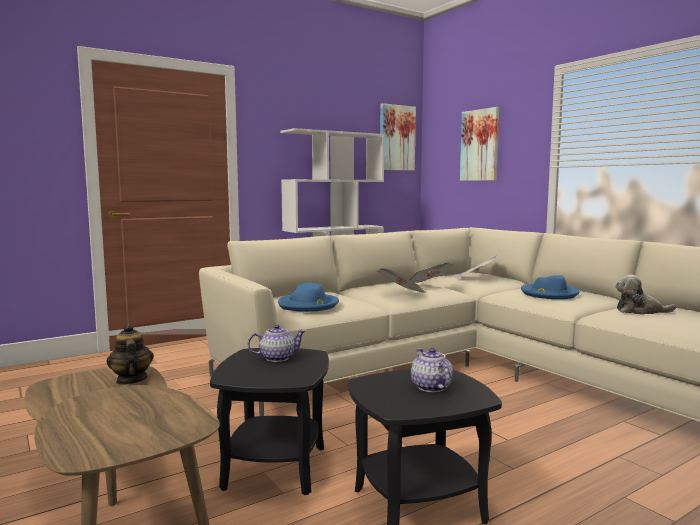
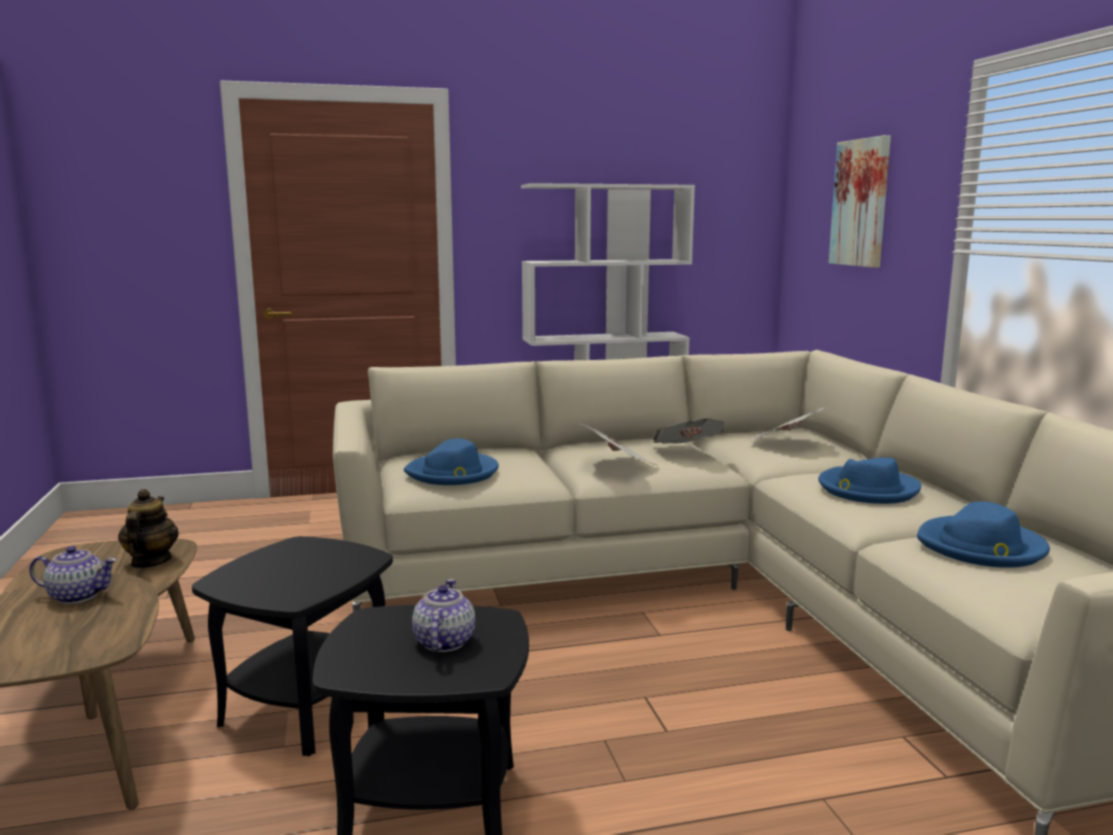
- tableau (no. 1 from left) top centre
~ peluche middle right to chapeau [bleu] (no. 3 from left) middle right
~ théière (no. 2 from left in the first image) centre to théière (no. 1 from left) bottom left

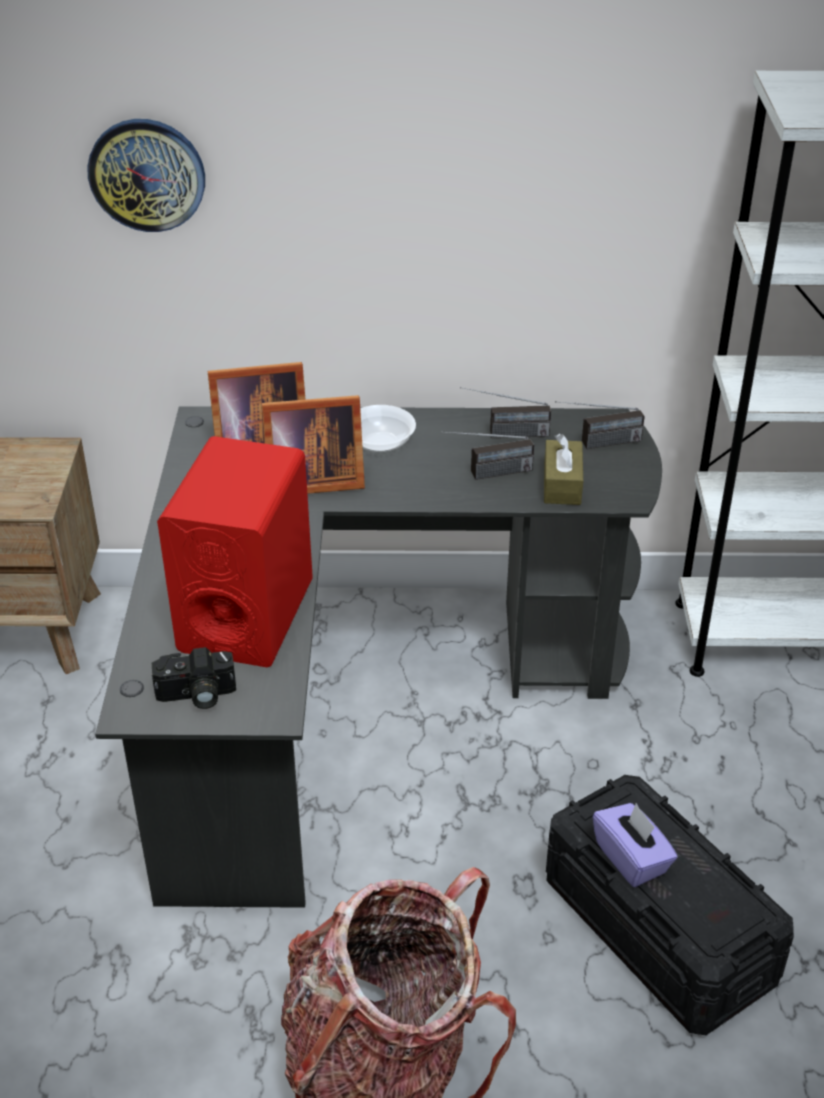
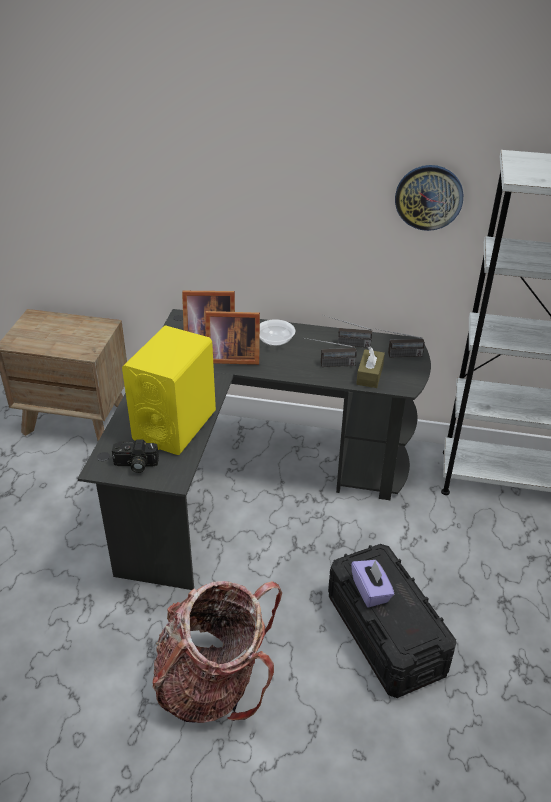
~ horloge murale top left to top right
~ enceinte [rouge] middle left to enceinte [jaune] middle left

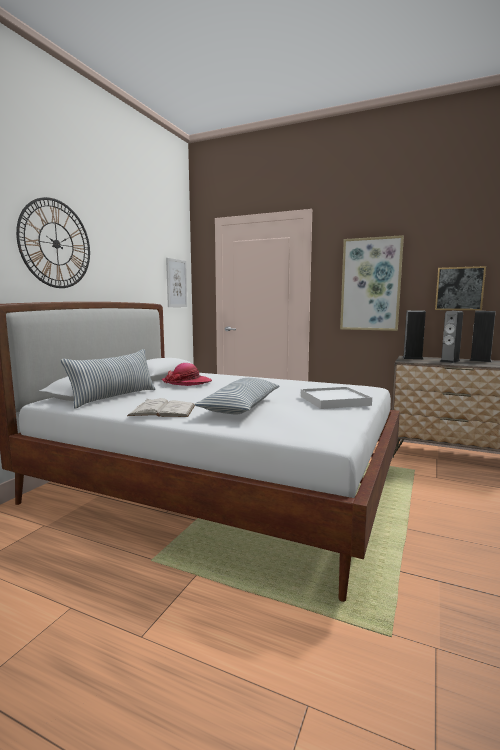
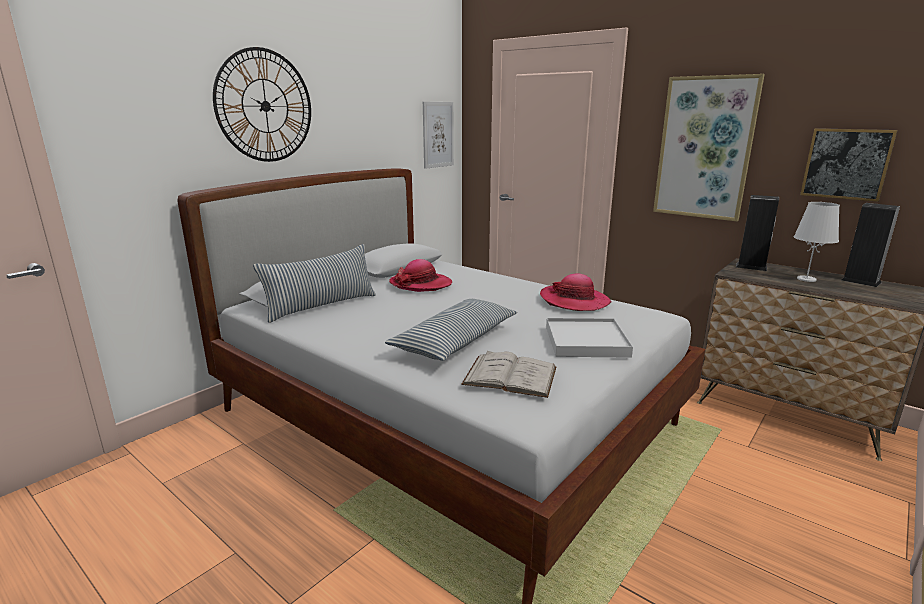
~ enceinte (no. 2 from left) middle right to lampe de table [blanc] middle right
~ livre [blanc] middle left to centre
+ chapeau (no. 2 from left) centre

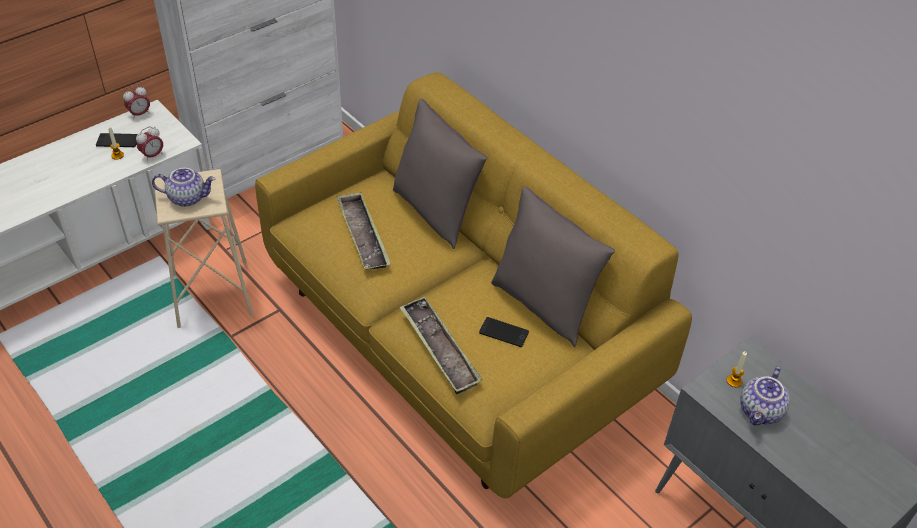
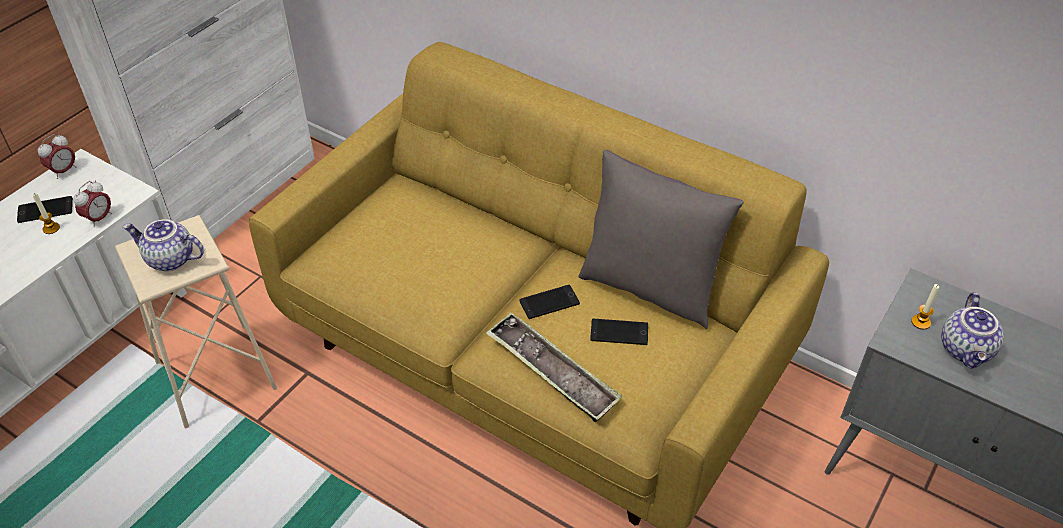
- coussin [gris] (no. 1 from left) top centre
~ théière (no. 1 from left) middle left = middle left 150 degrees counterclockwise
- plateau (no. 1 from left) centre
+ téléphone (no. 2 from left) centre

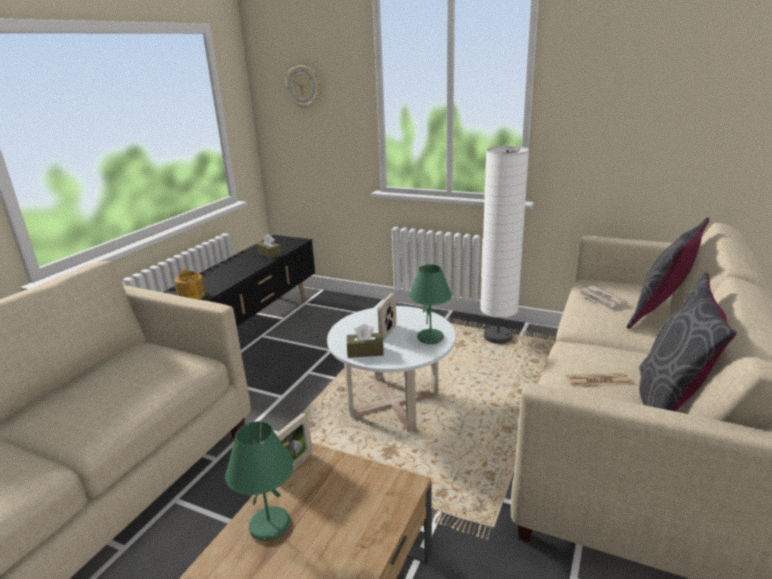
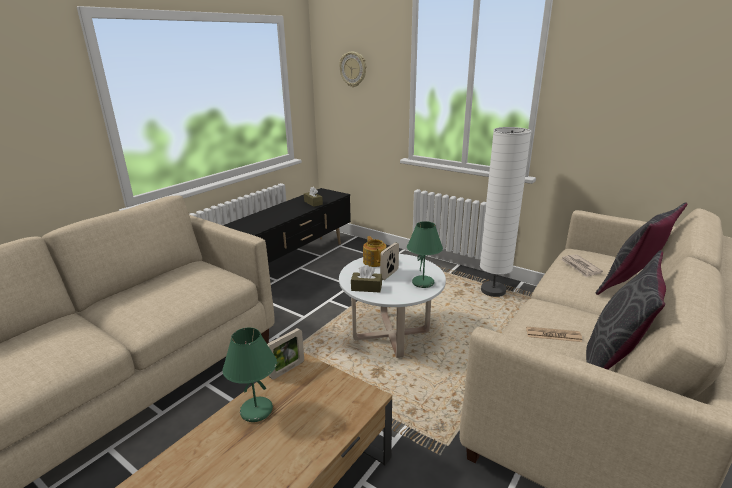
~ théière middle left to centre

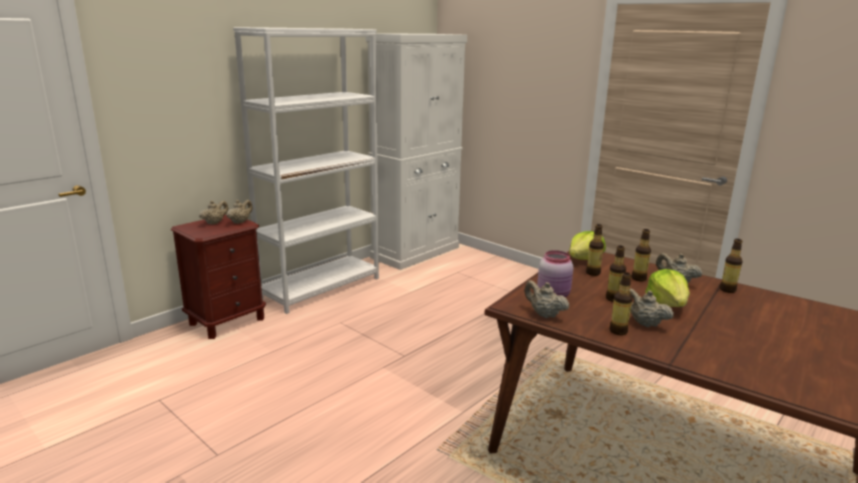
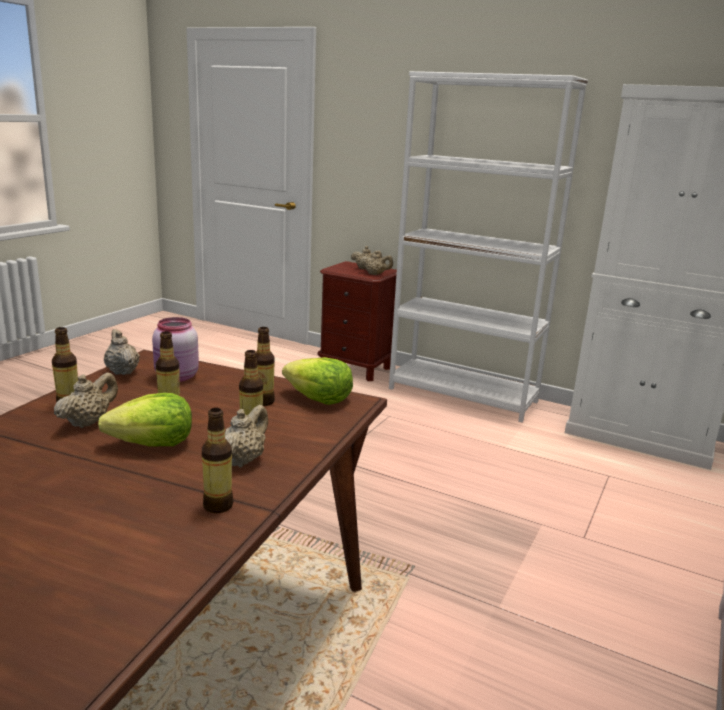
~ théière [beige] (no. 3 from left in the first image) centre = middle left 60 degrees counterclockwise

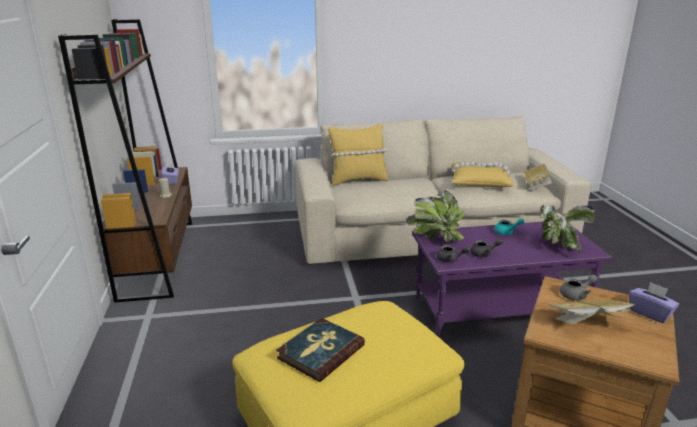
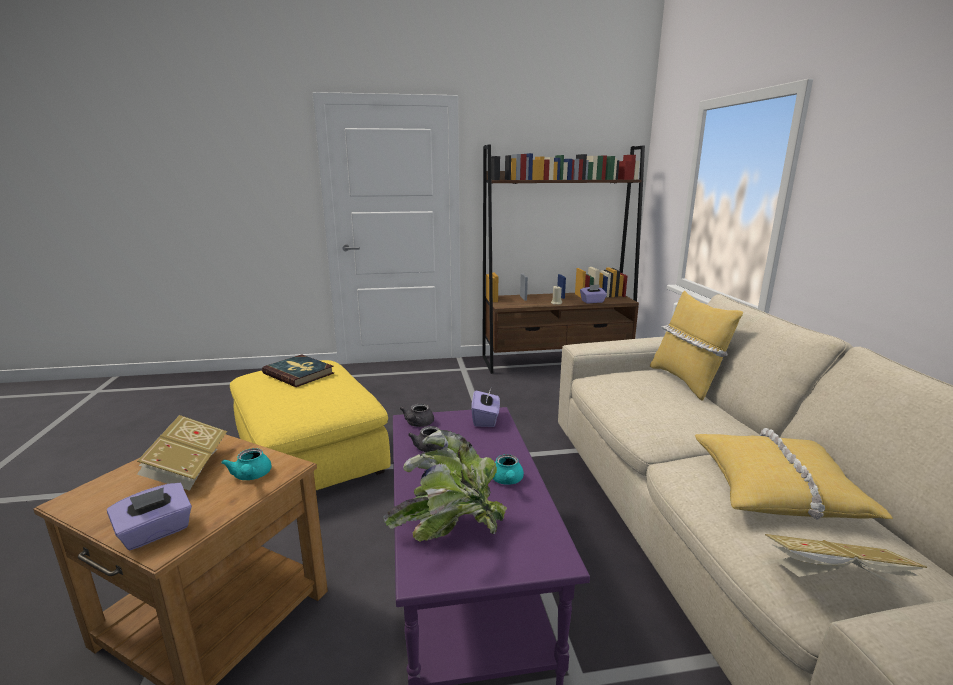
~ plante en pot (no. 1 from left) centre to boîte à mouchoirs [violet] (no. 2 from left) centre
~ théière [gris] (no. 3 from left) bottom right to théière [turquoise] (no. 1 from left) bottom left

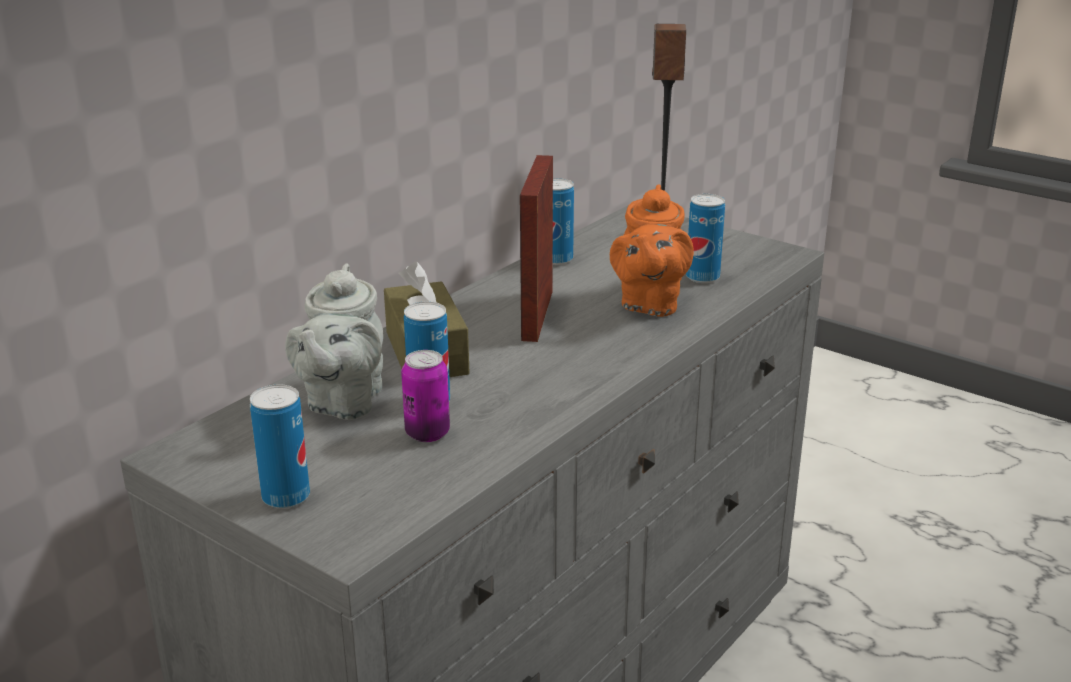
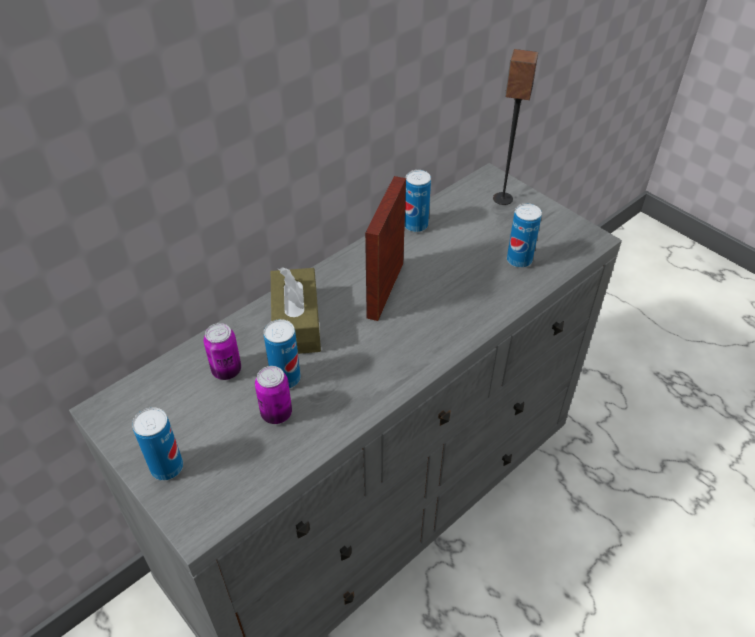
- théière [orange] centre
~ théière [gris] middle left to boîte métallique (no. 2 from left) middle left

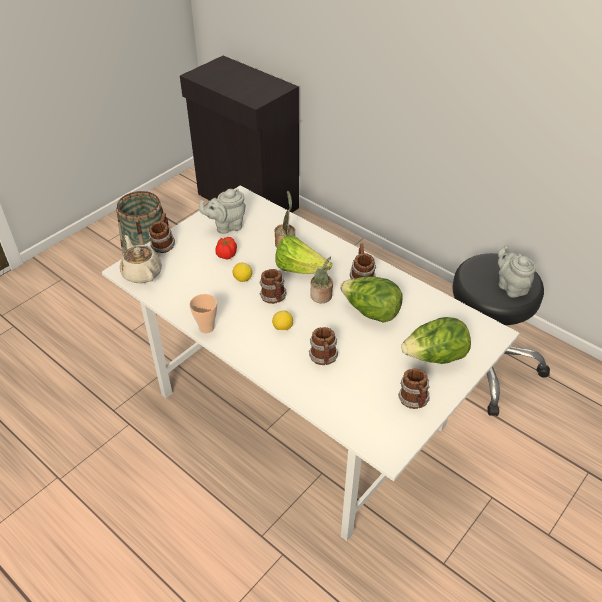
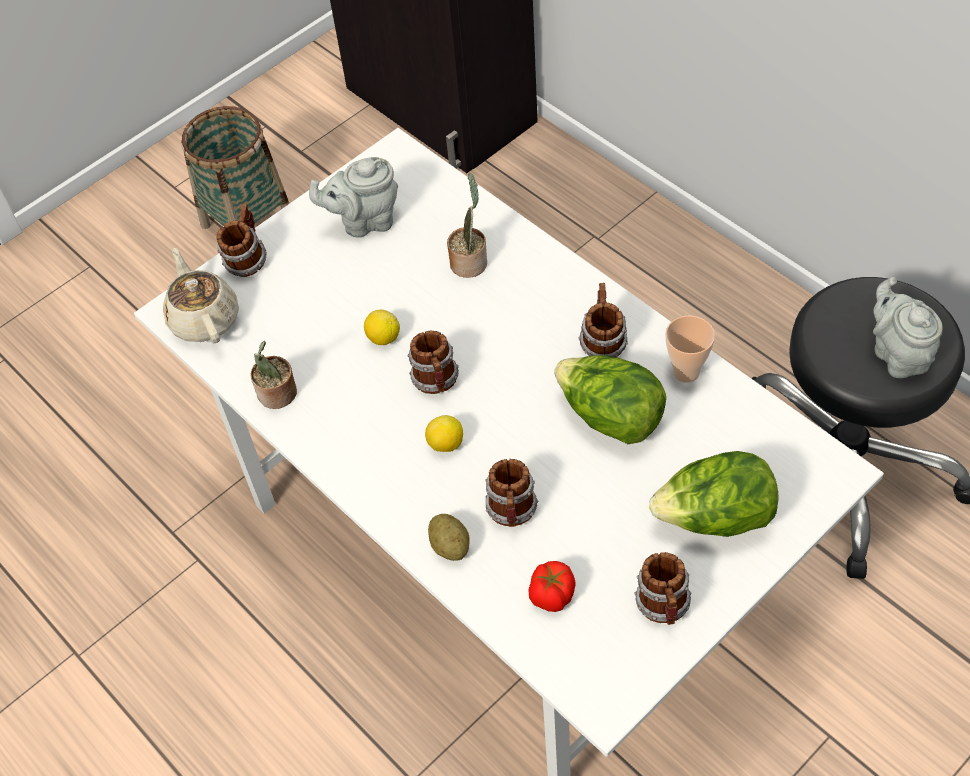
- laitue (no. 1 from left) centre
~ tomate centre to bottom centre
~ plante en pot (no. 2 from left in the first image) centre to plante en pot (no. 1 from left) middle left
~ tasse centre to middle right
+ pomme de terre bottom centre

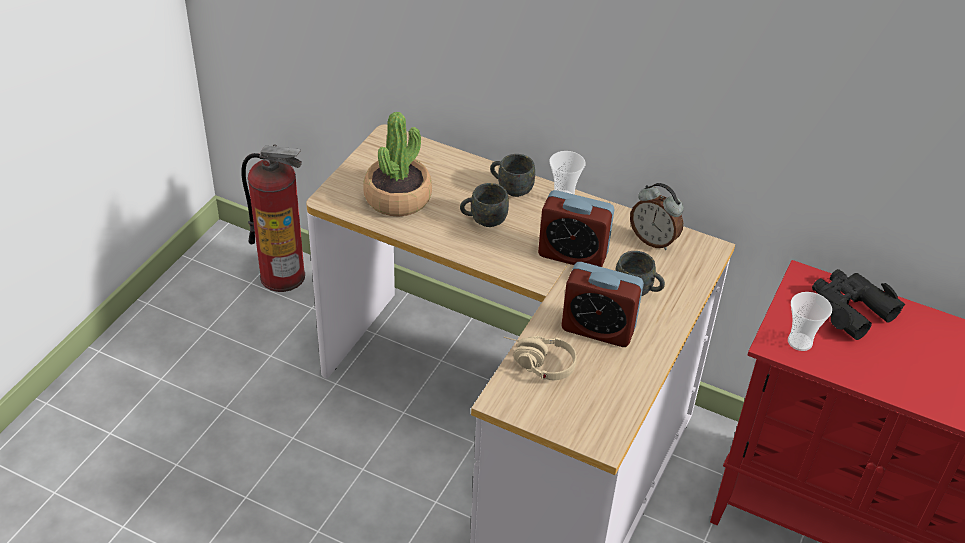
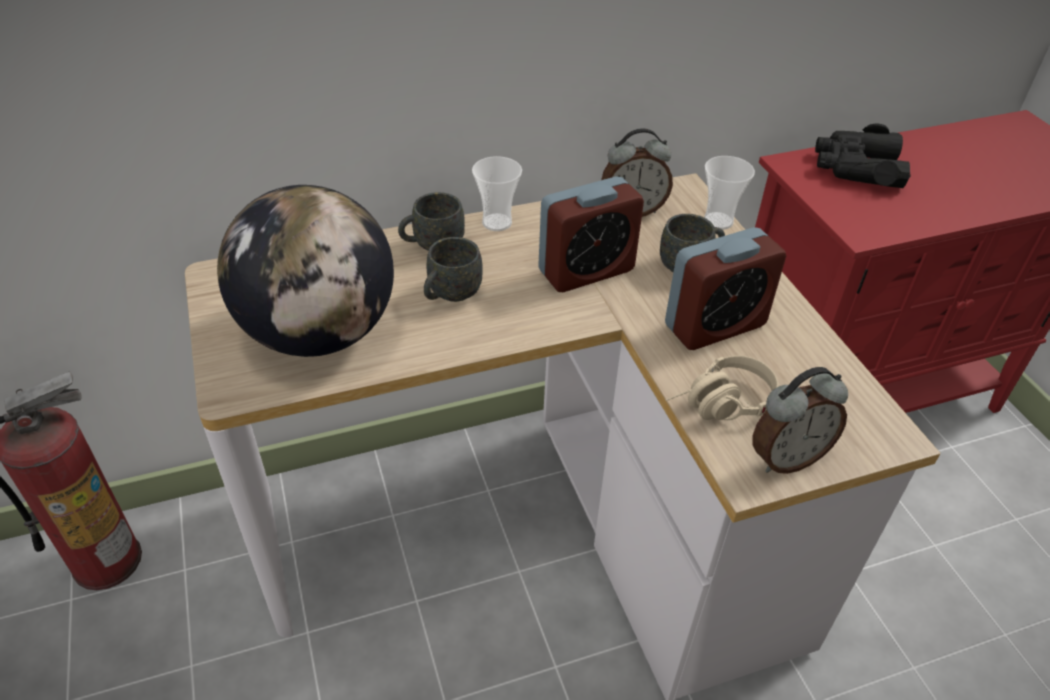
~ plante en pot top centre to globe middle left
~ tasse (no. 2 from left) middle right to top right
+ réveil (no. 4 from left) middle right

